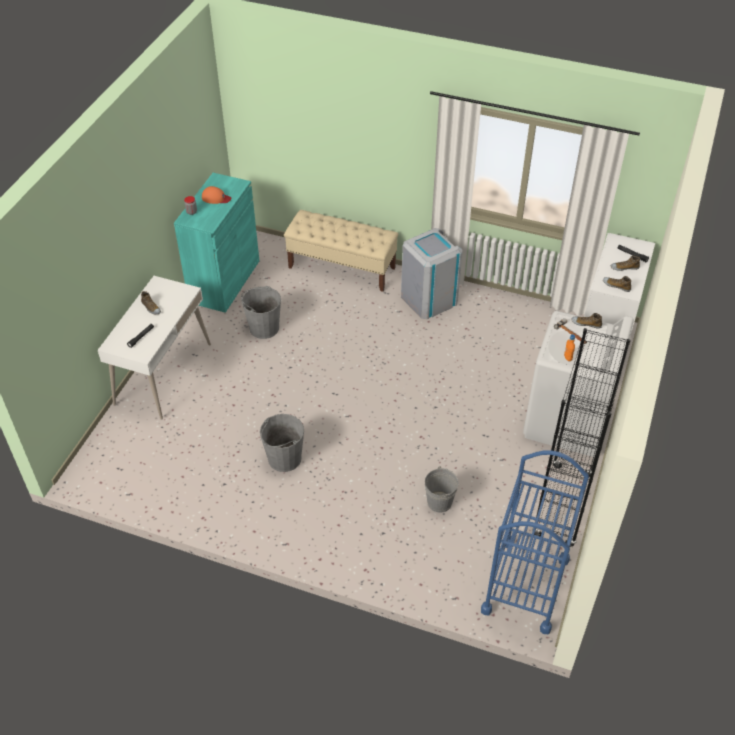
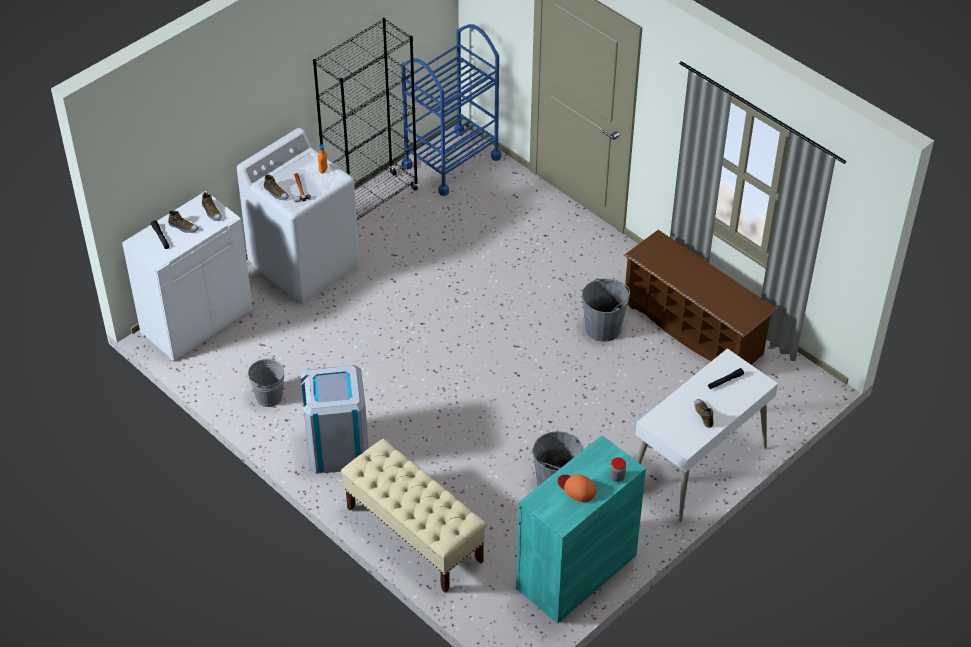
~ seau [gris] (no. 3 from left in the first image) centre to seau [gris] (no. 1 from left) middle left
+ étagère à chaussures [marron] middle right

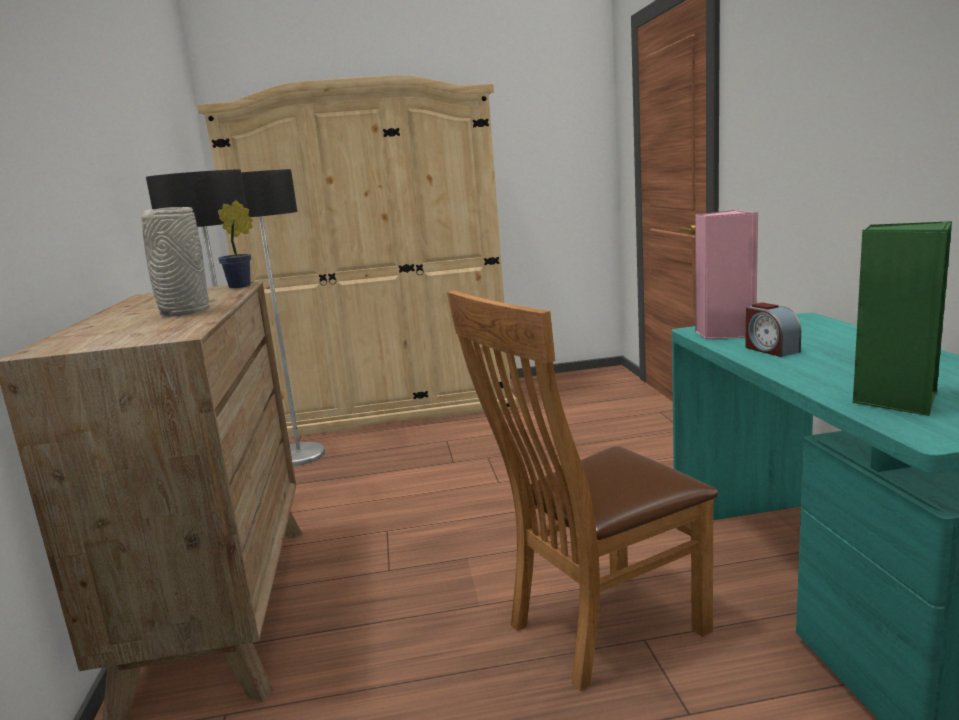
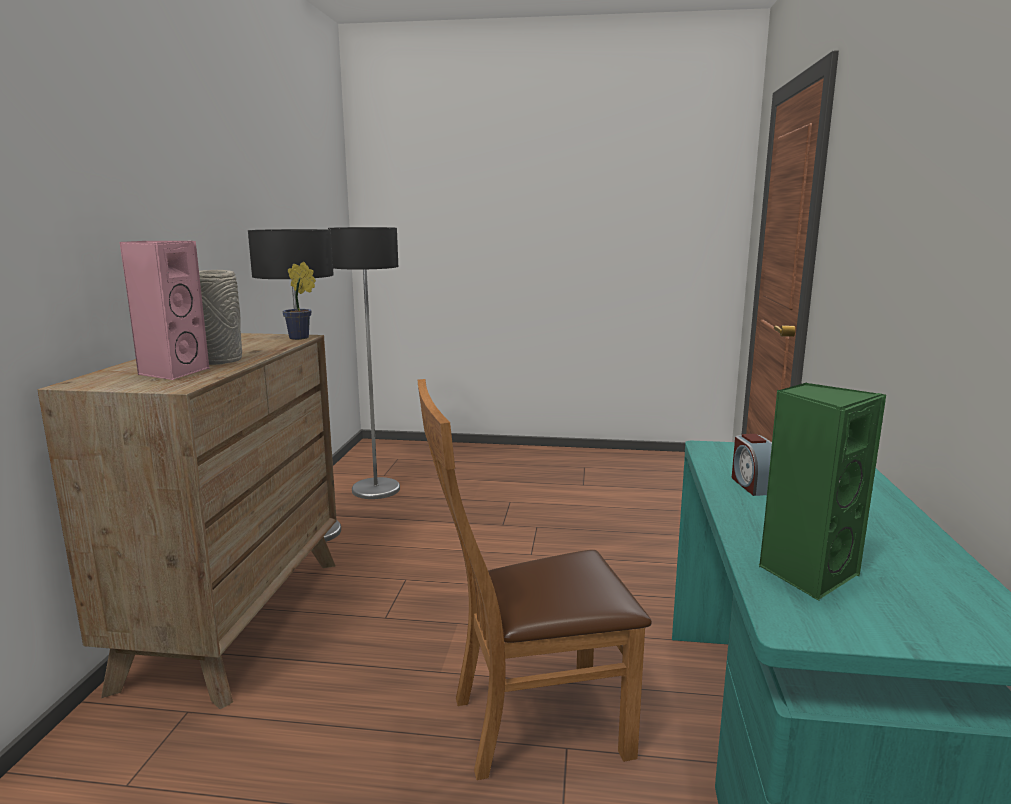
- armoire [beige] centre
~ enceinte [rose] middle right to middle left

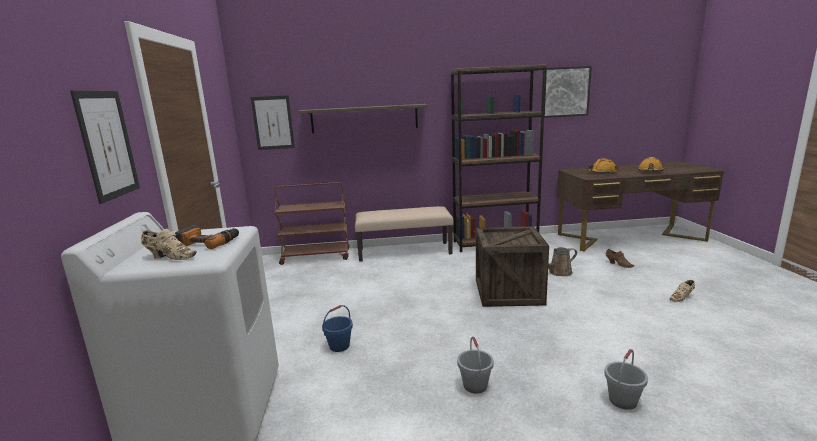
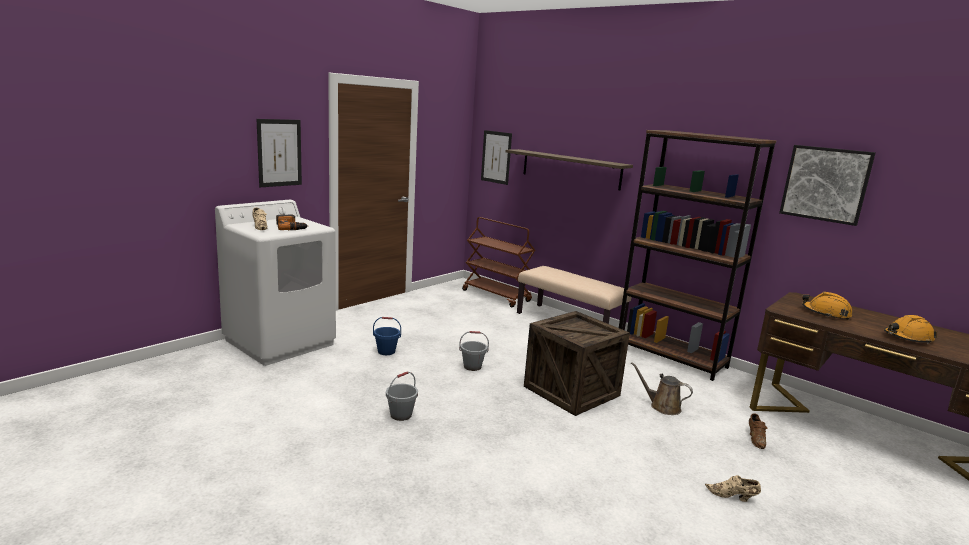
~ seau [gris] (no. 2 from left) bottom right to centre

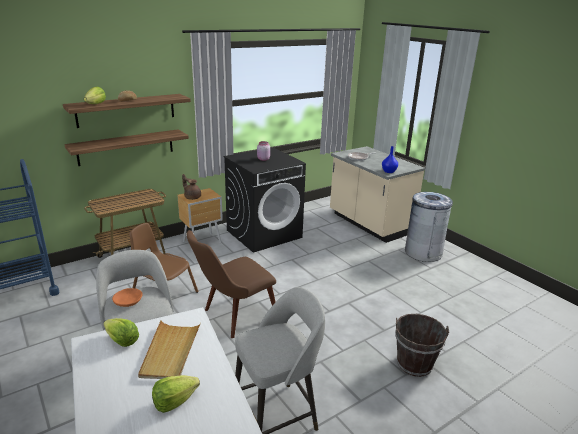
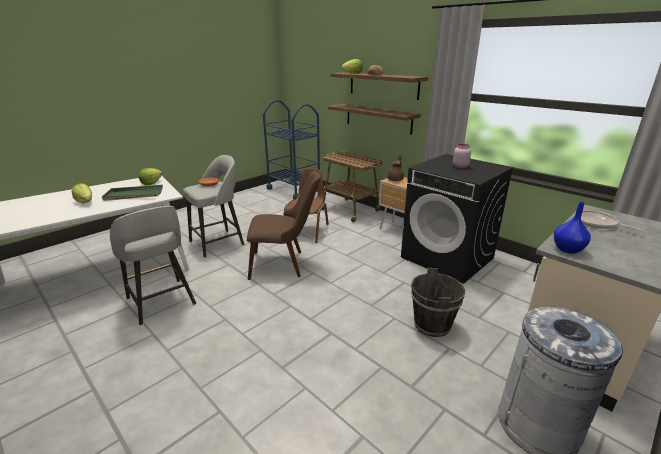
~ chaise [marron] (no. 2 from left in the first image) centre = centre 135 degrees clockwise
~ seau [marron] bottom right to centre
~ plateau [beige] bottom left to plateau [vert] middle left

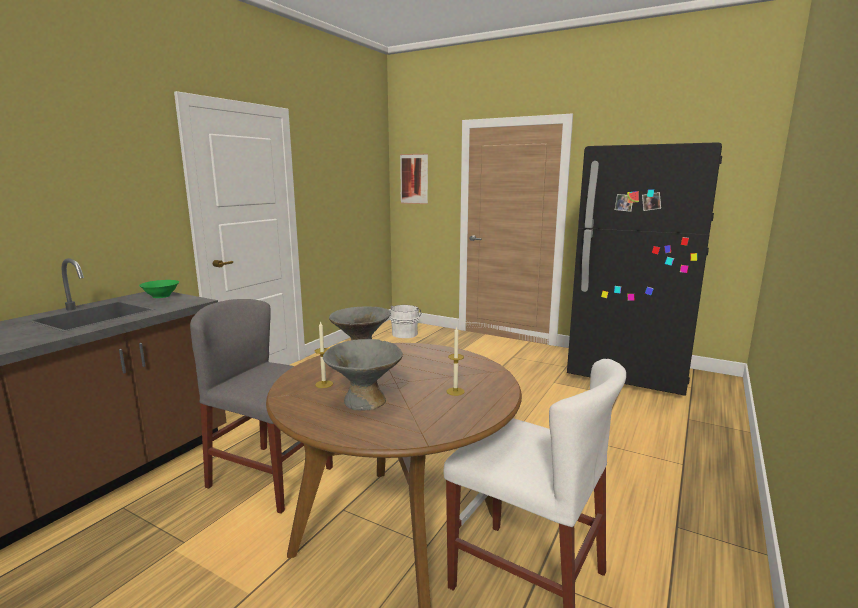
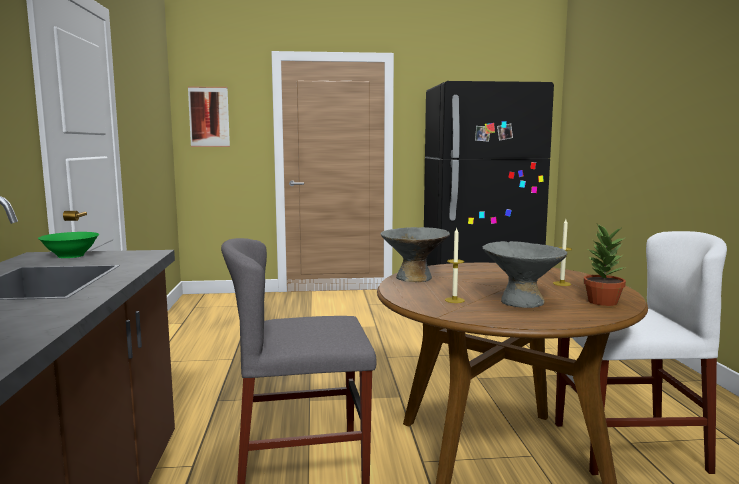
- seau [blanc] centre
+ plante en pot middle right

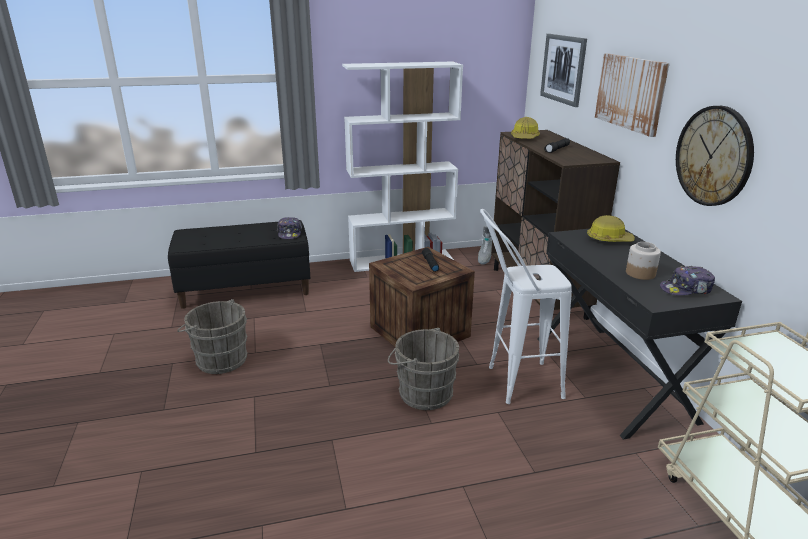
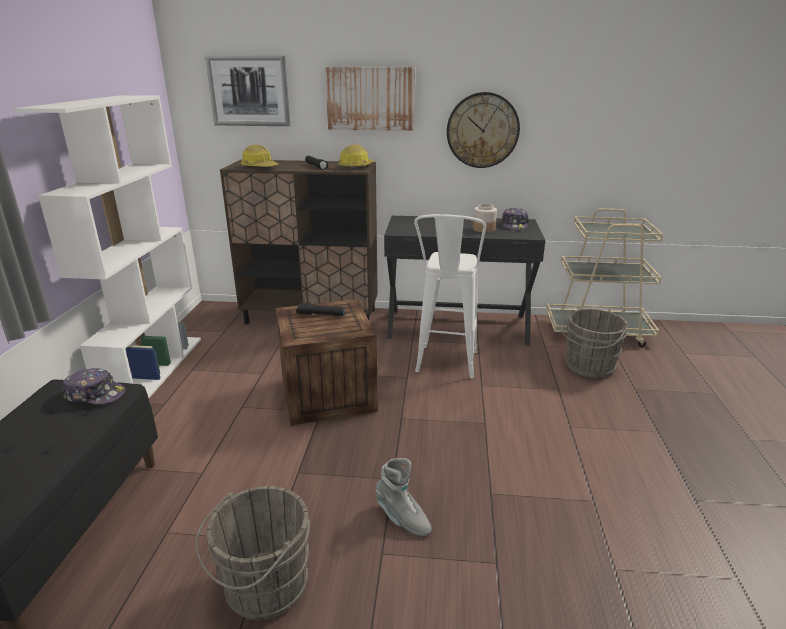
~ casque de chantier (no. 2 from left) middle right to top centre
~ botte [gris] centre to bottom centre
~ seau [gris] (no. 2 from left) bottom centre to middle right

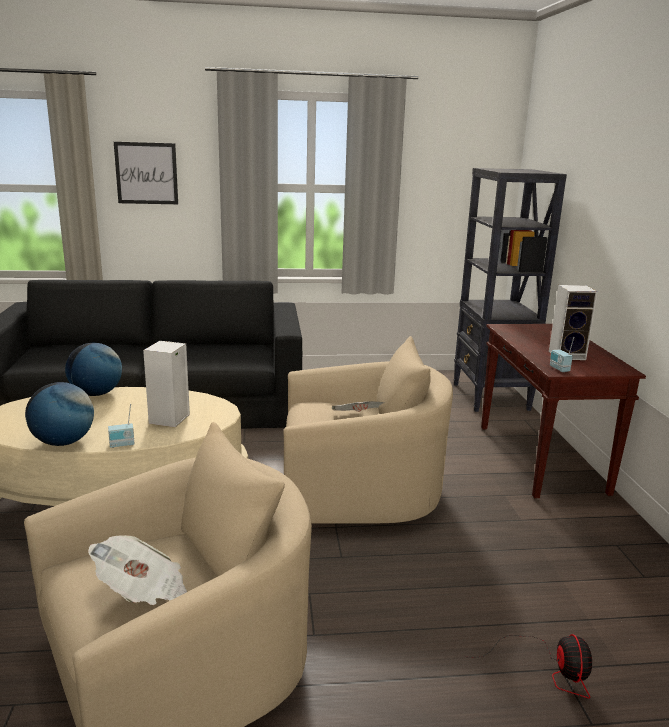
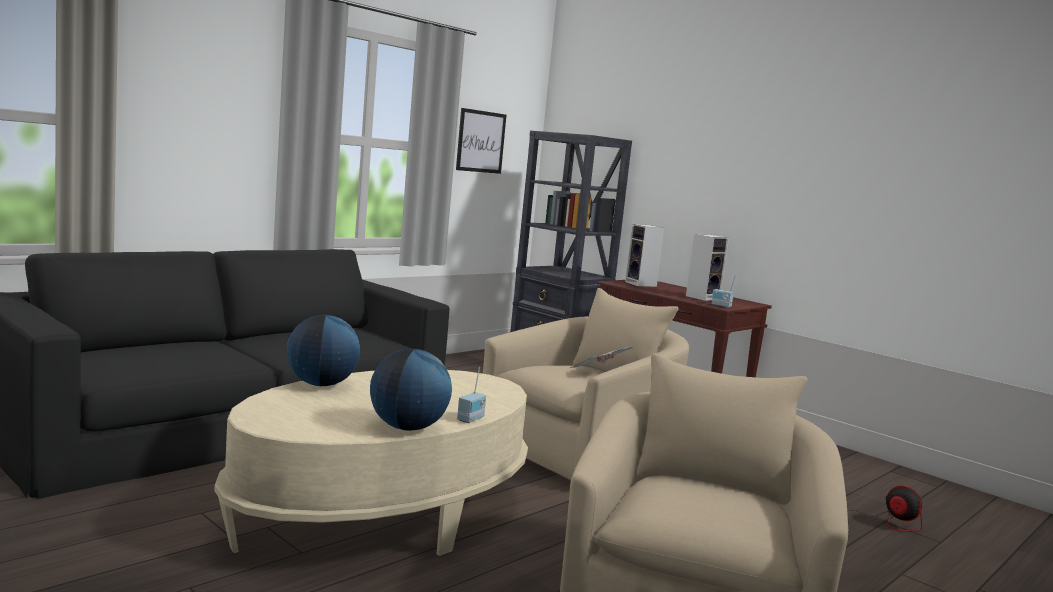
~ tableau top left to top centre
~ enceinte (no. 1 from left) middle left to centre
- journal (no. 1 from left) bottom left

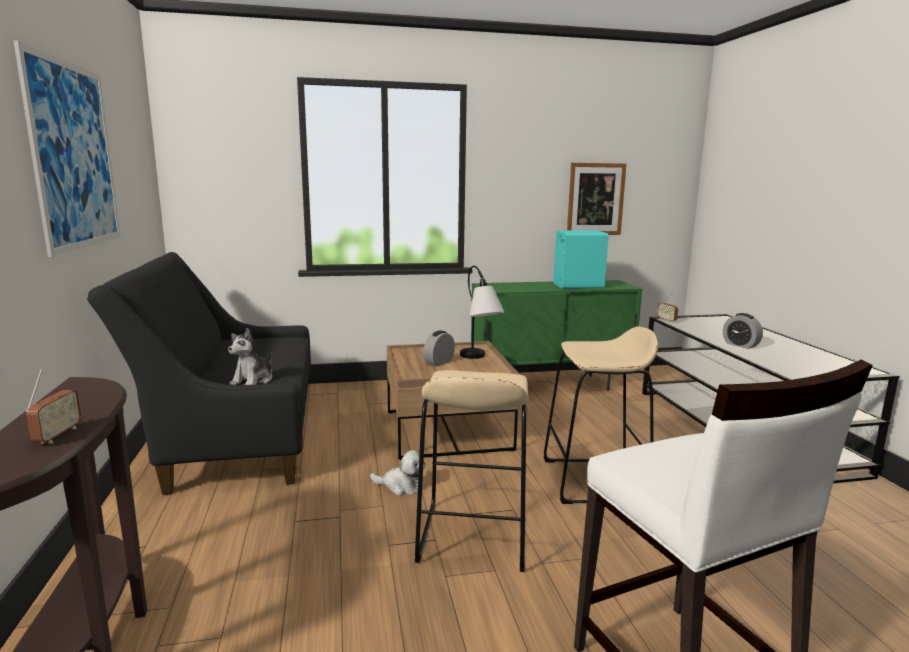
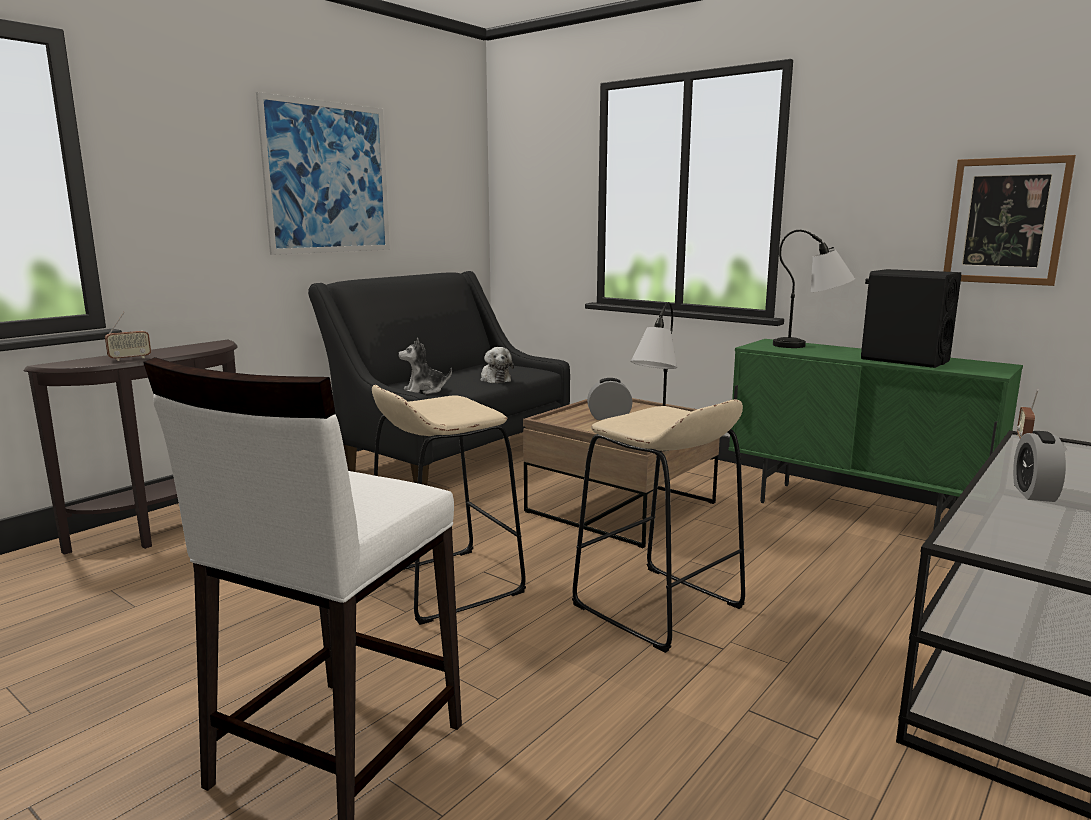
~ enceinte [turquoise] centre to enceinte [noir] middle right
~ peluche (no. 2 from left) bottom centre to centre
+ lampe de table (no. 2 from left) middle right

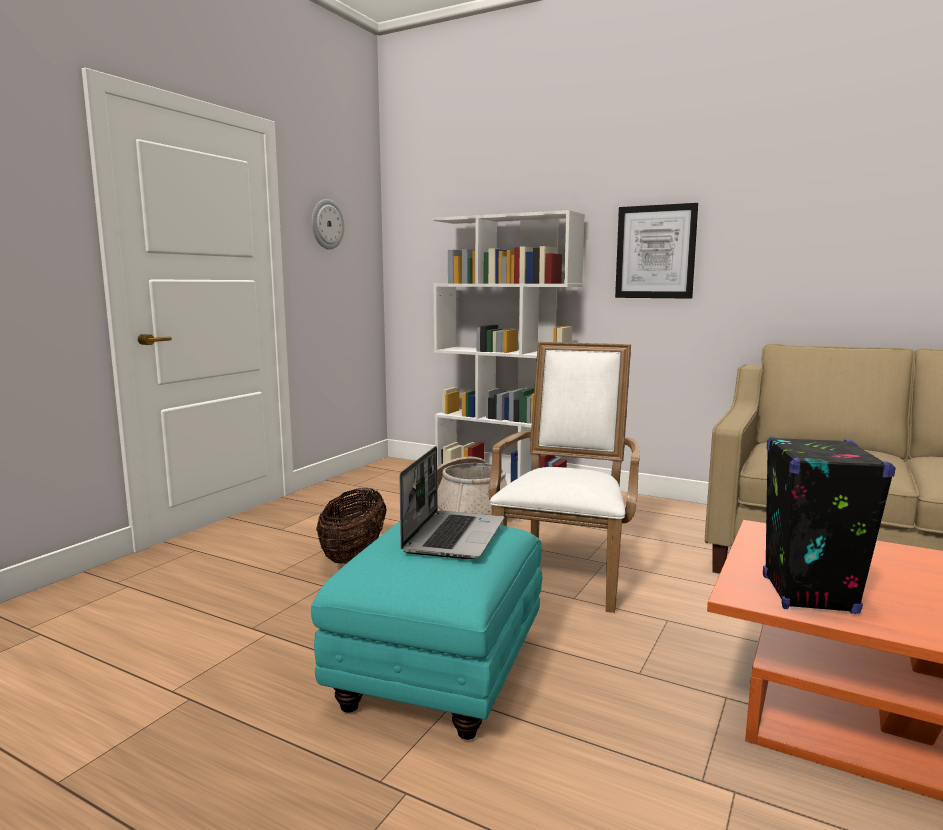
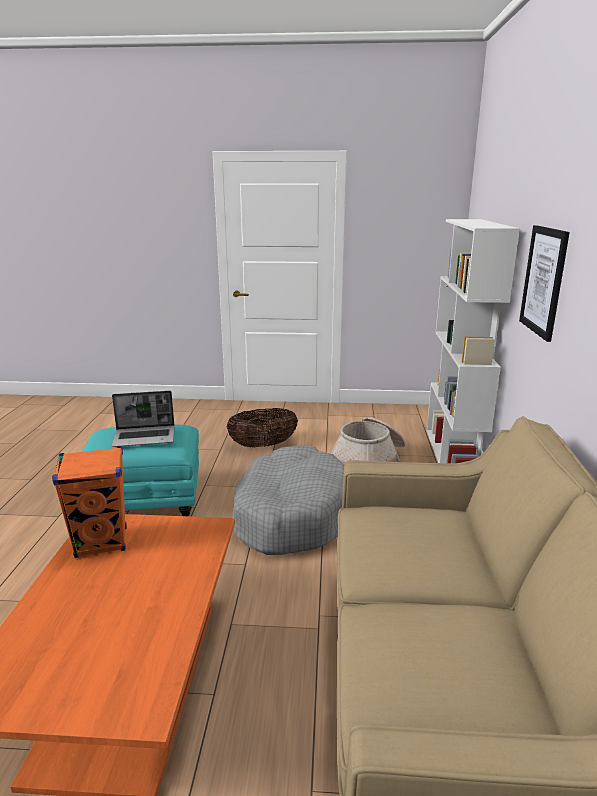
- horloge murale top centre
~ fauteuil [blanc] centre to panier pour chien [gris] centre
~ enceinte [noir] middle right to enceinte [orange] middle left

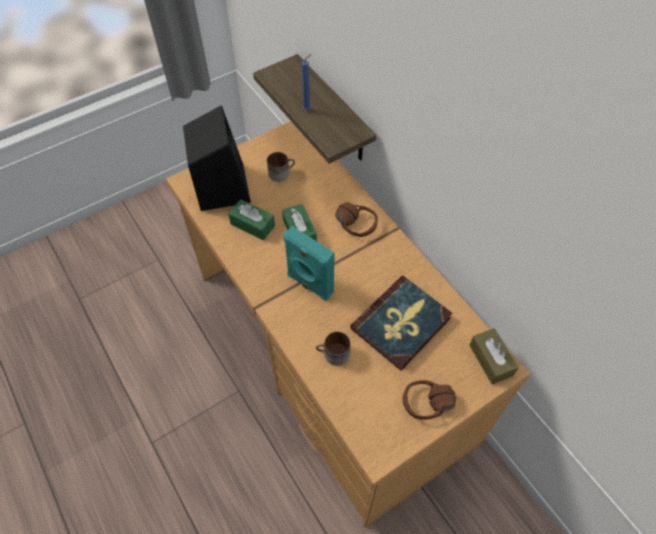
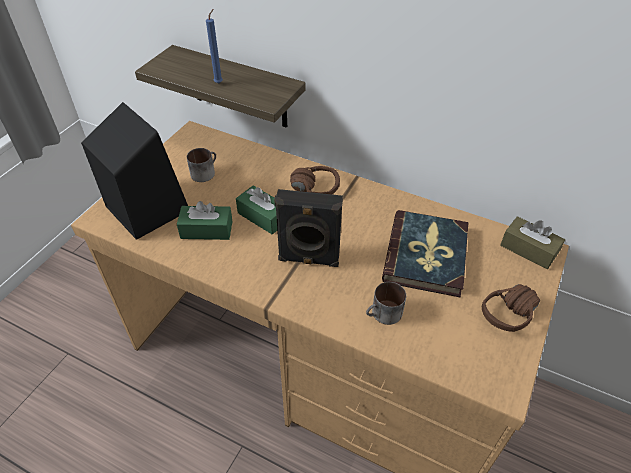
~ enceinte [turquoise] centre to enceinte [noir] (no. 2 from left) centre

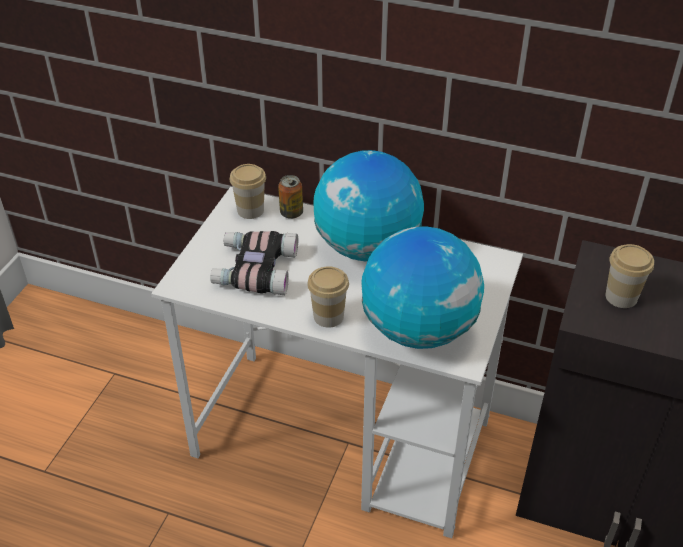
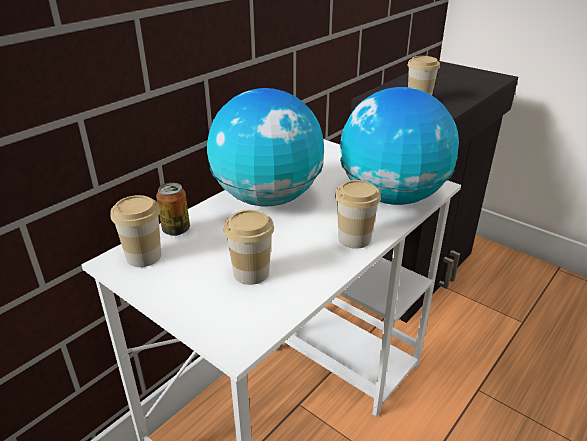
~ jumelles centre to tasse (no. 2 from left) centre

